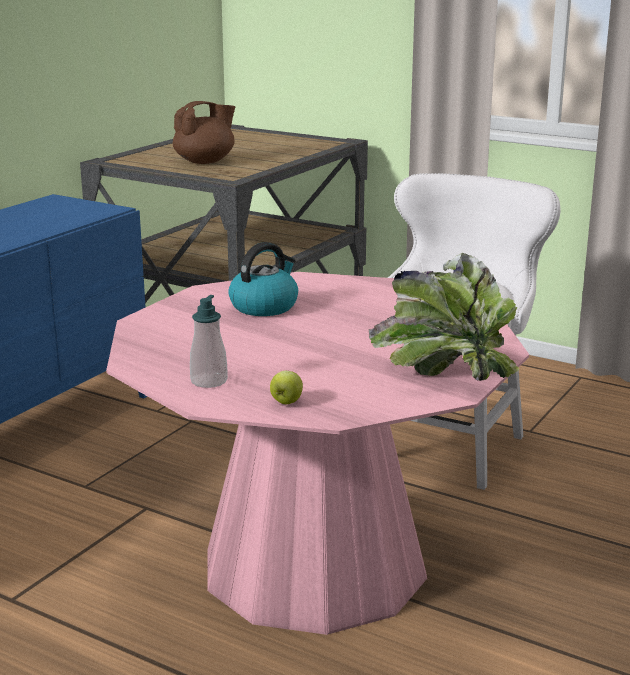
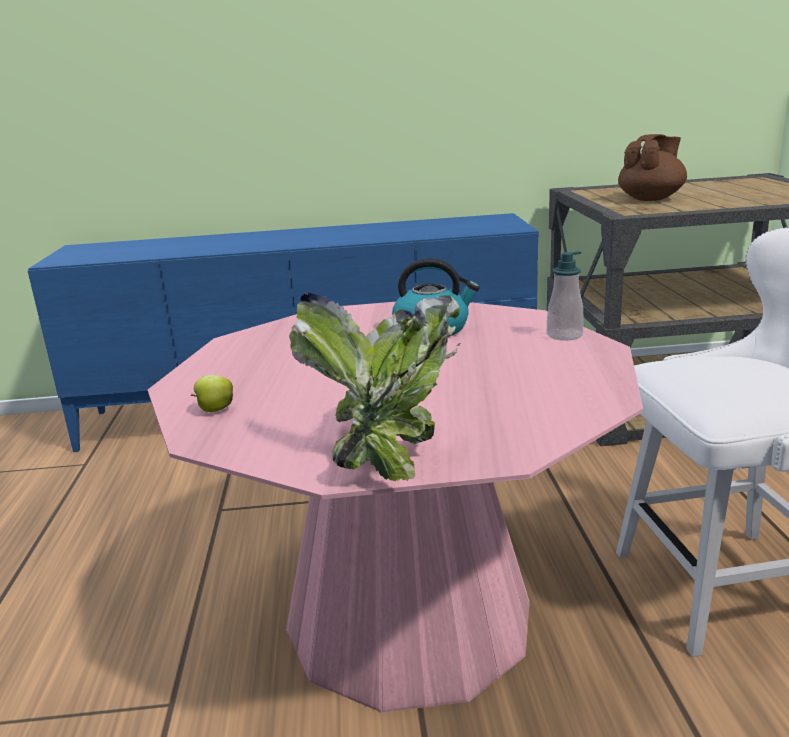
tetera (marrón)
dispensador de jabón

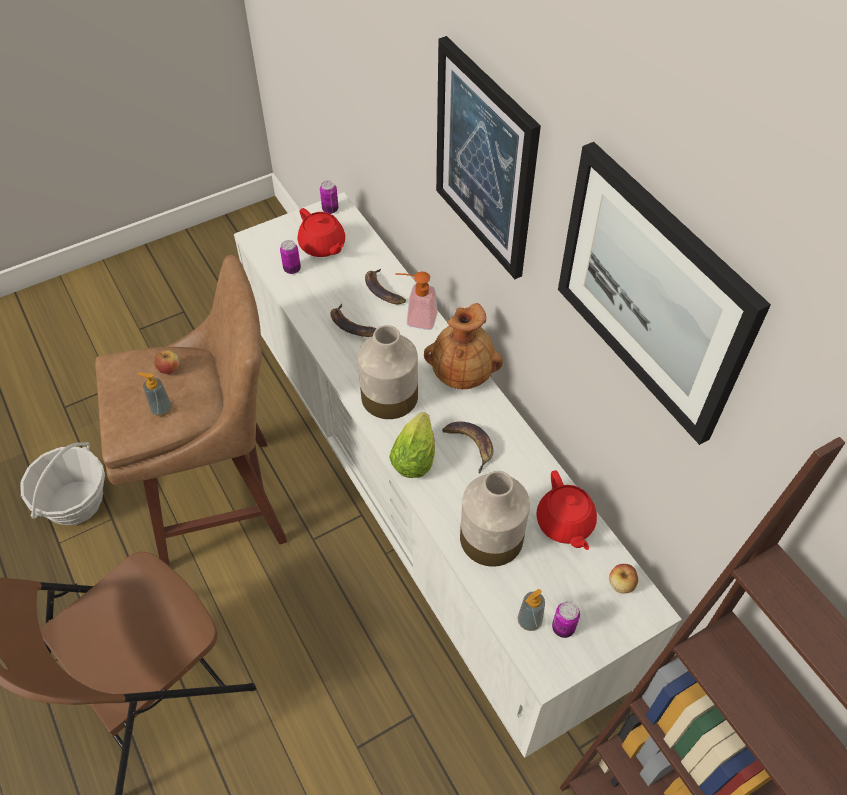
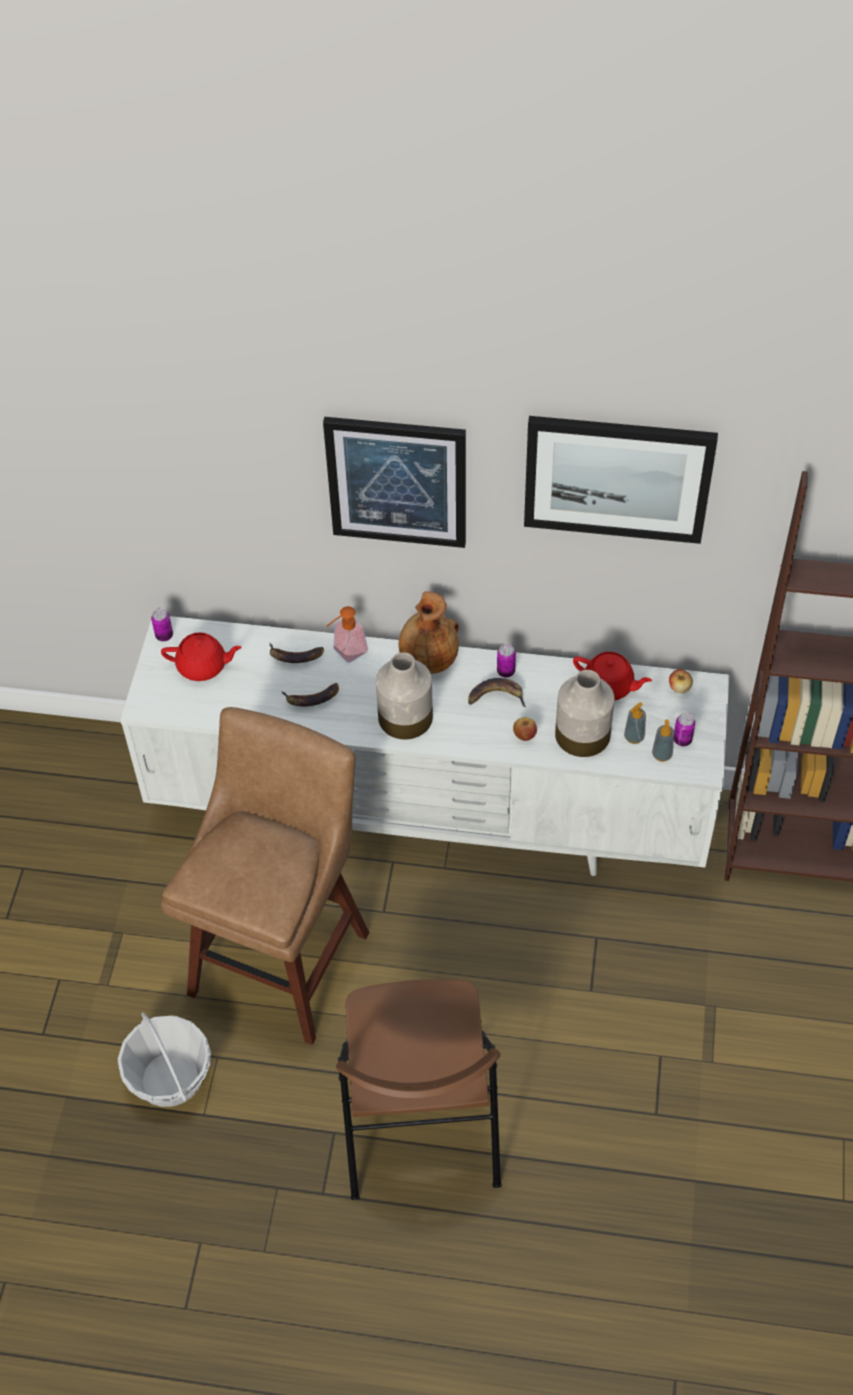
dispensador de jabón (no. 2 from left)
manzana (no. 1 from left)
lata (no. 2 from left)
lechuga

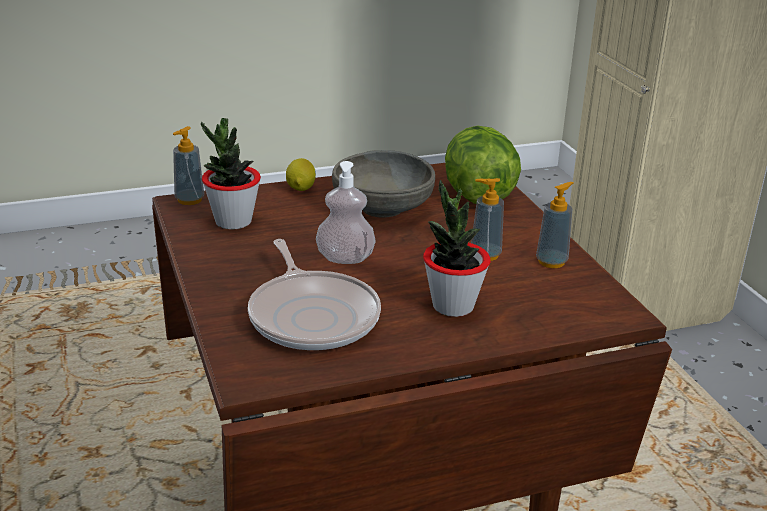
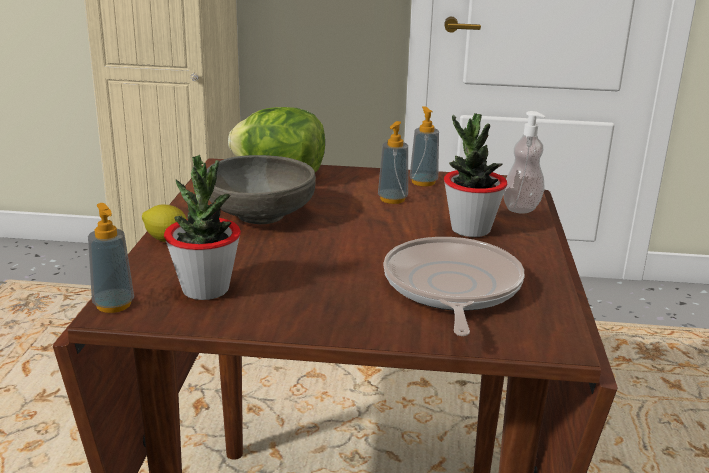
sartén
dispensador de jabón (no. 4 from left)

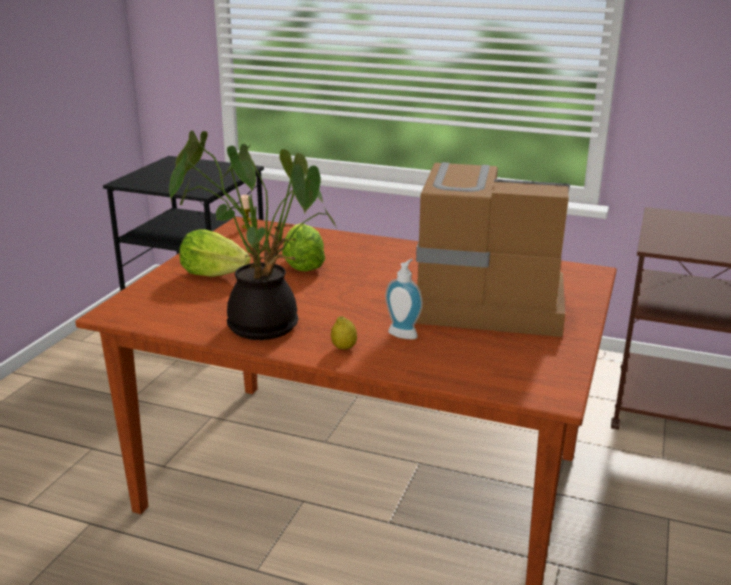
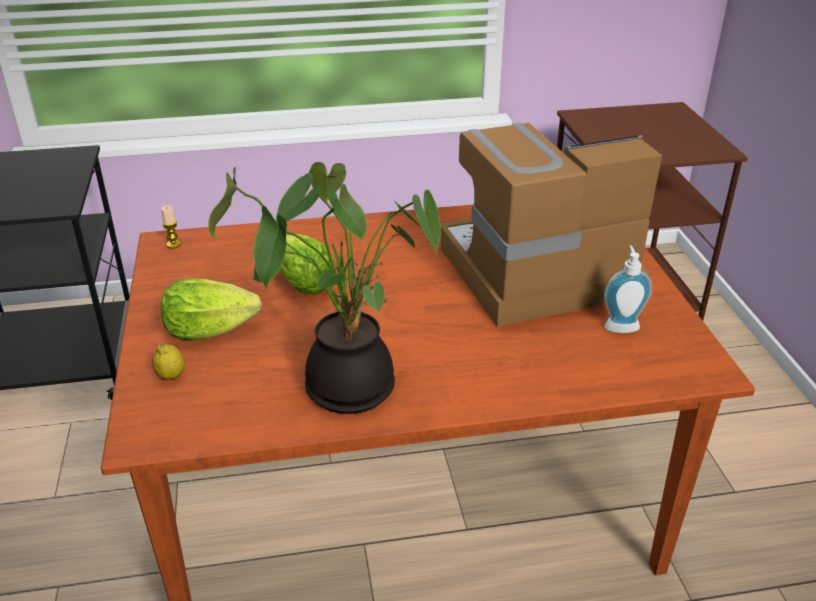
limón
dispensador de jabón

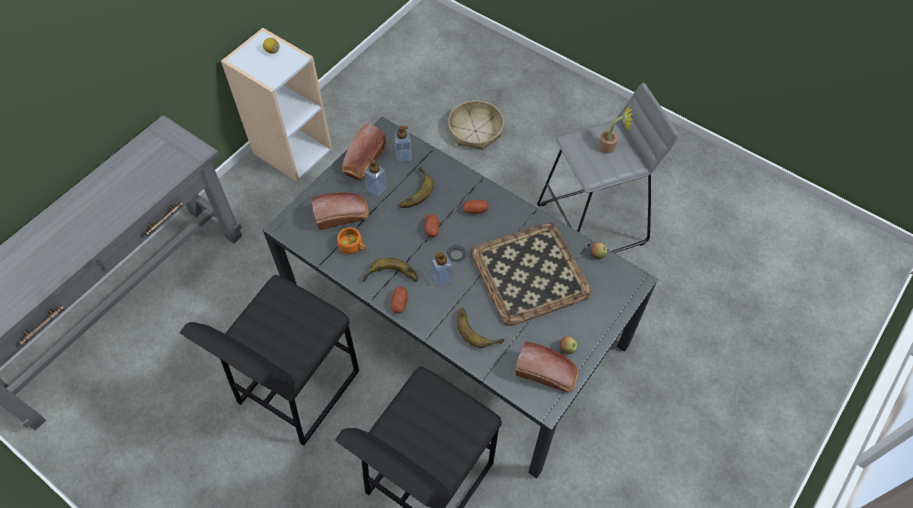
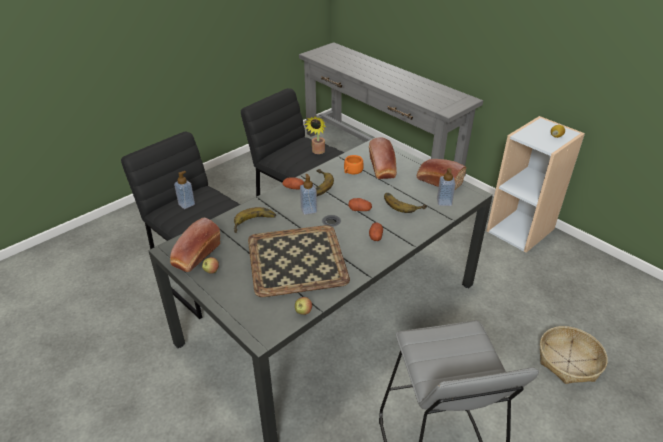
dispensador de jabón (no. 1 from left)
planta en maceta

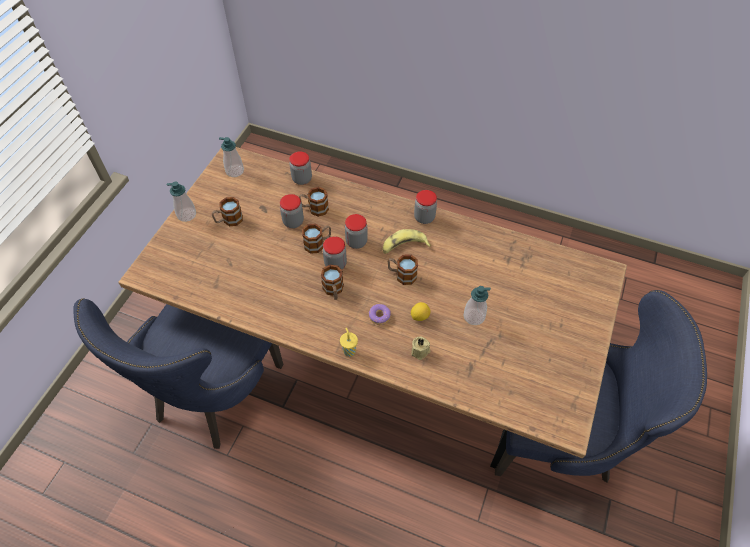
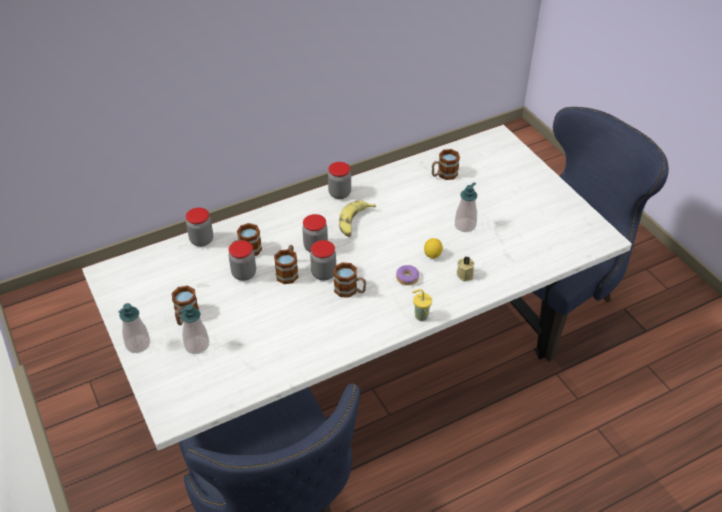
mesa de comedor (blanco)
dispensador de jabón (no. 2 from left)
taza grande (no. 5 from left)

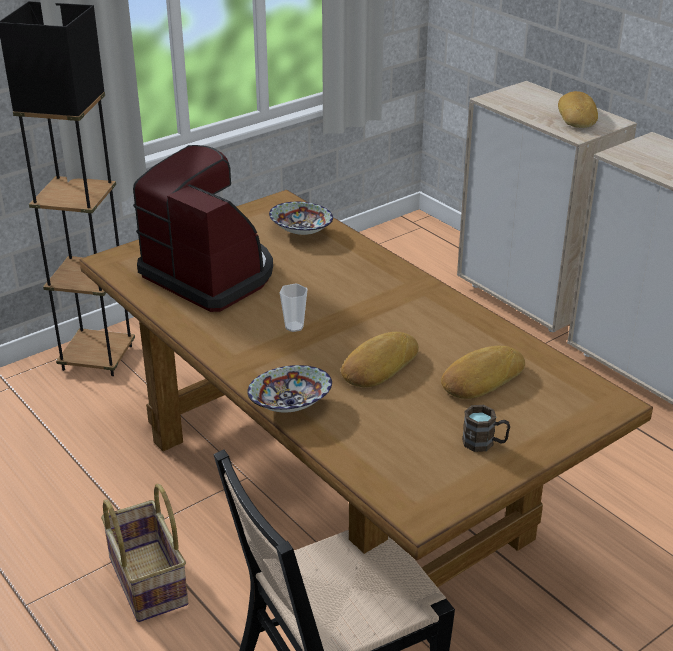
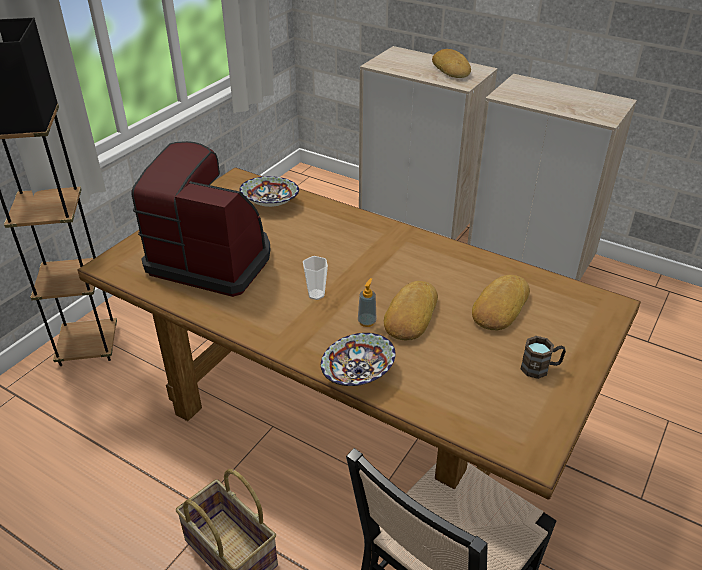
dispensador de jabón

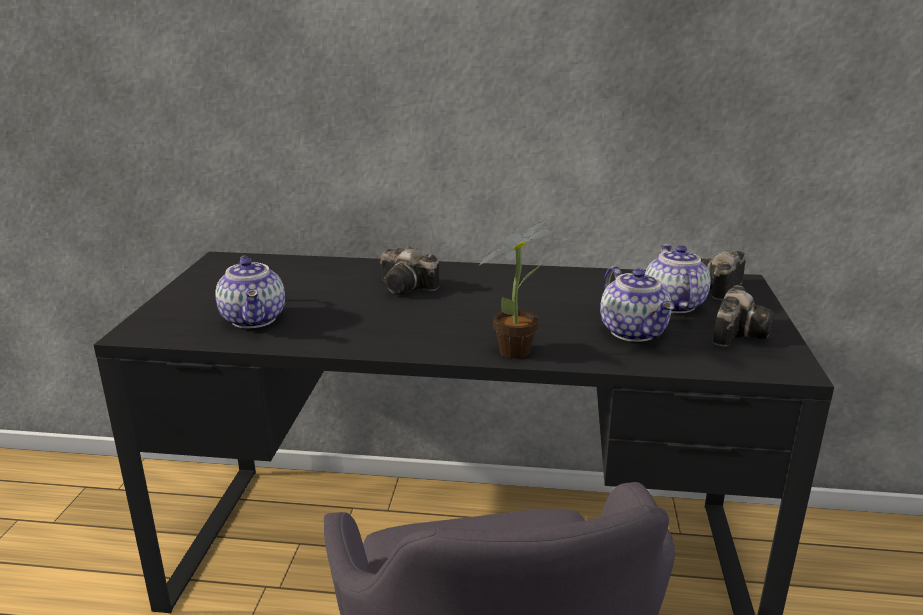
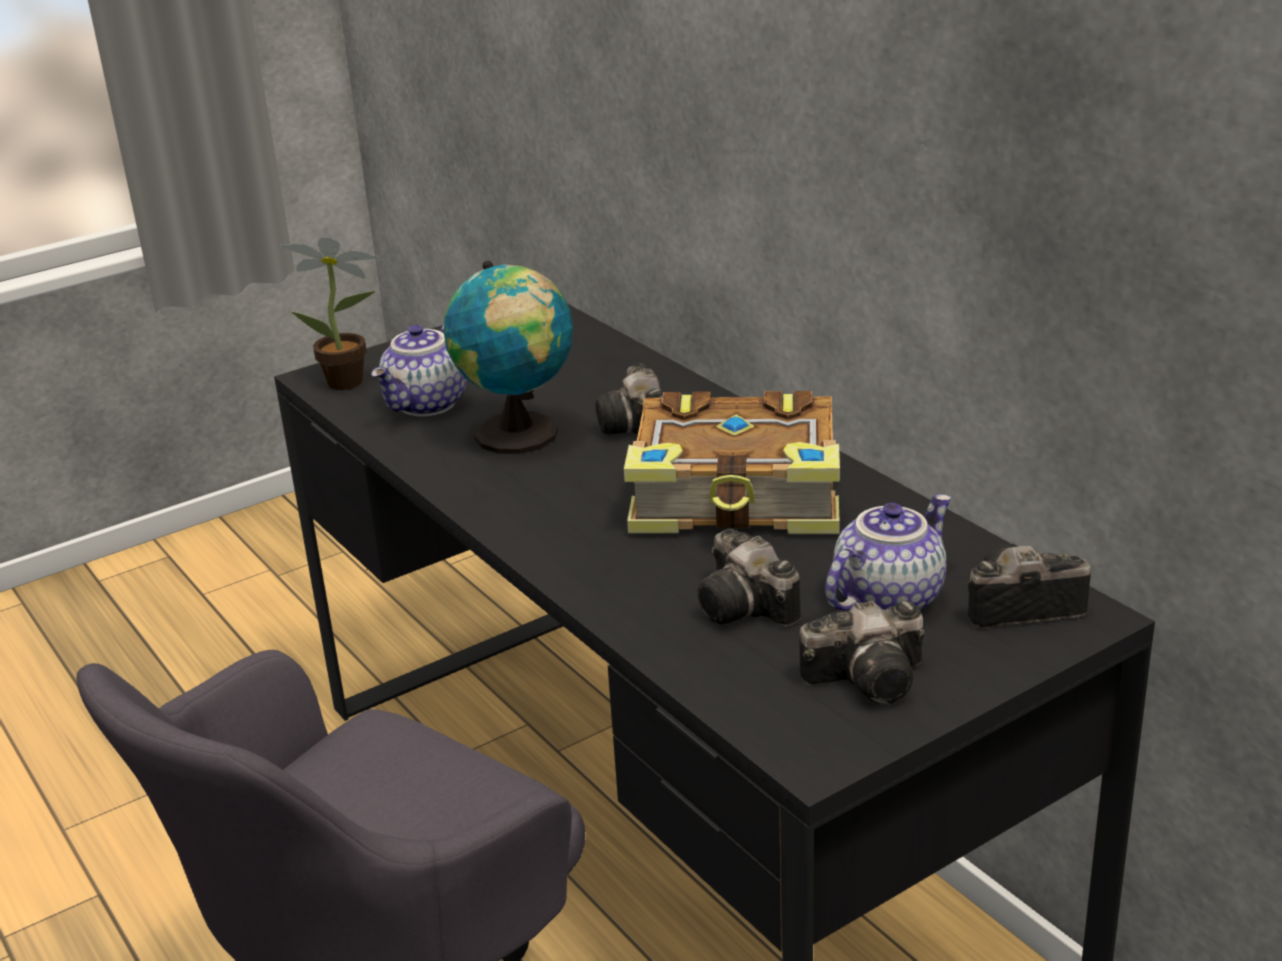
planta en maceta
cámara (no. 2 from left)
globo terráqueo
libro

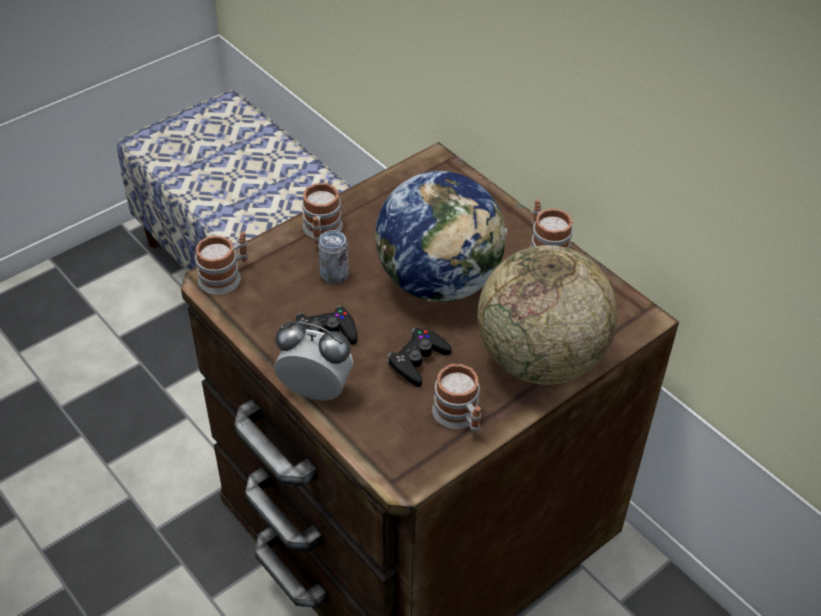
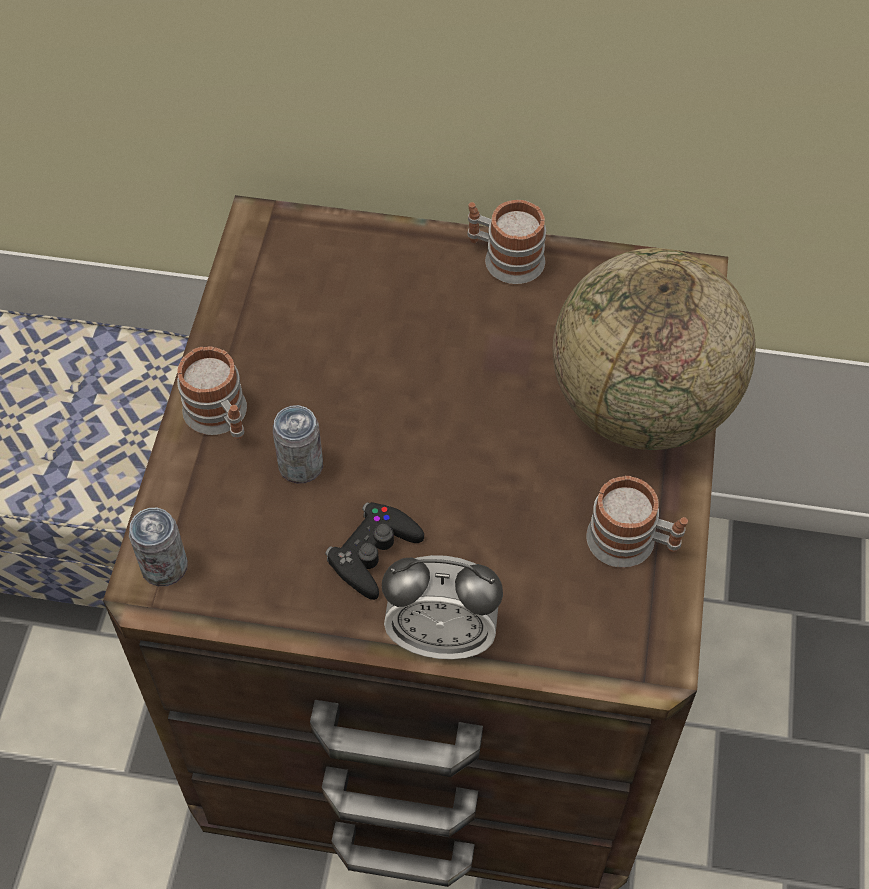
lata (no. 1 from left)
despertador
globo terráqueo (no. 1 from left in the first image)
mando de consola (negro) (no. 2 from left in the first image)

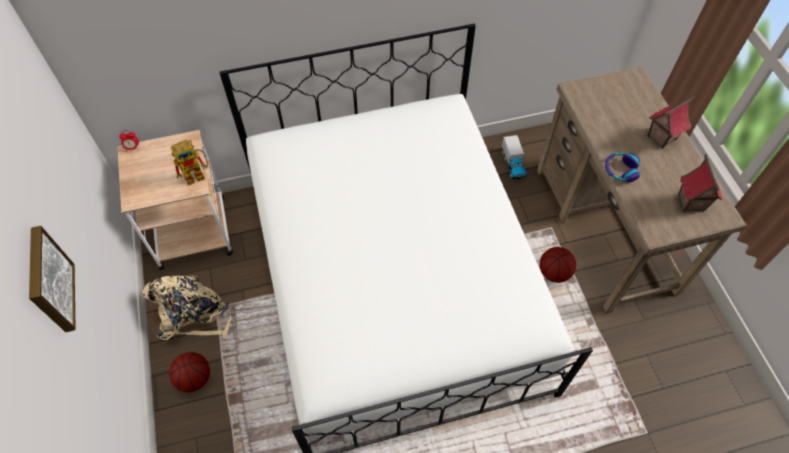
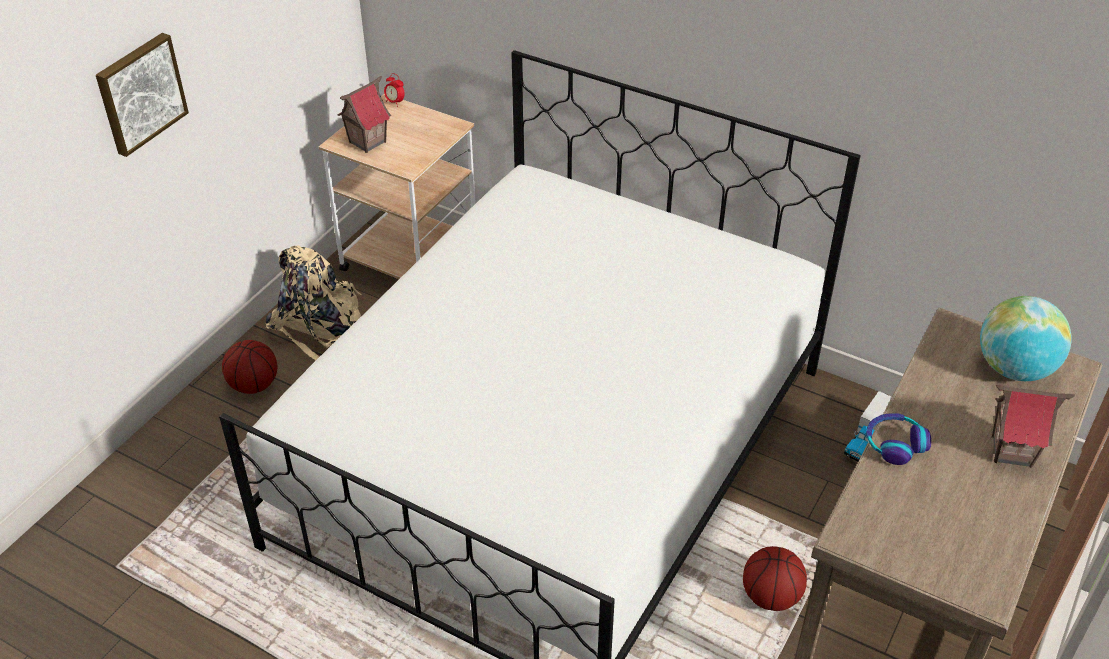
robot de juguete
casita (no. 1 from left)
globo terráqueo

